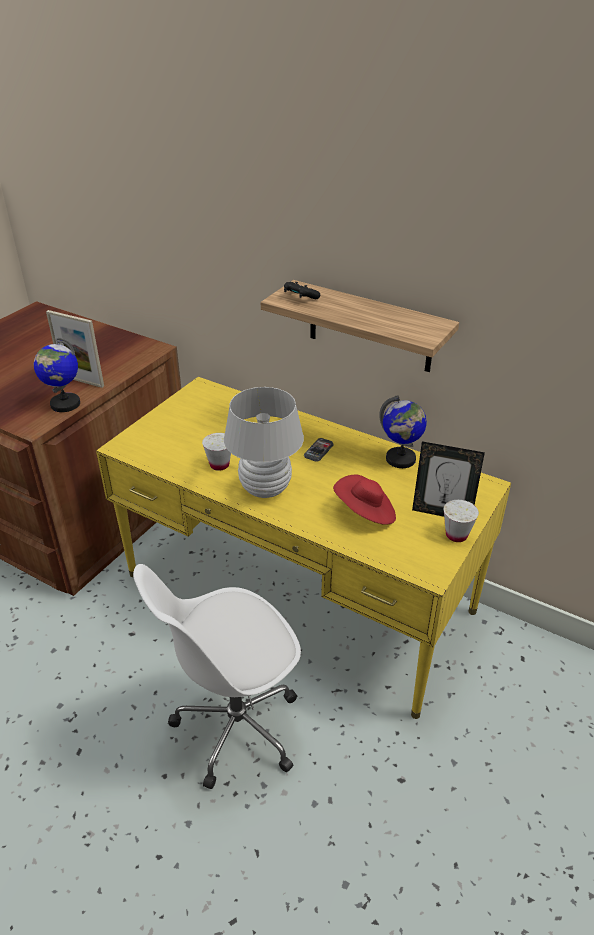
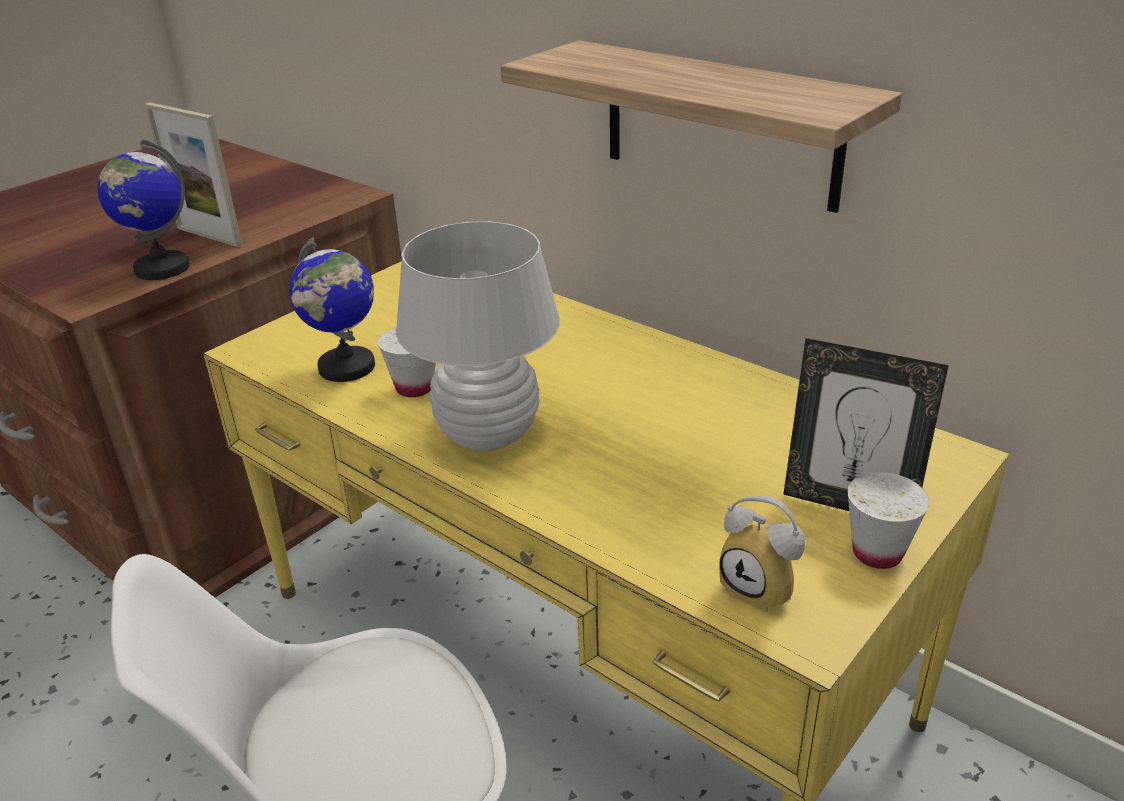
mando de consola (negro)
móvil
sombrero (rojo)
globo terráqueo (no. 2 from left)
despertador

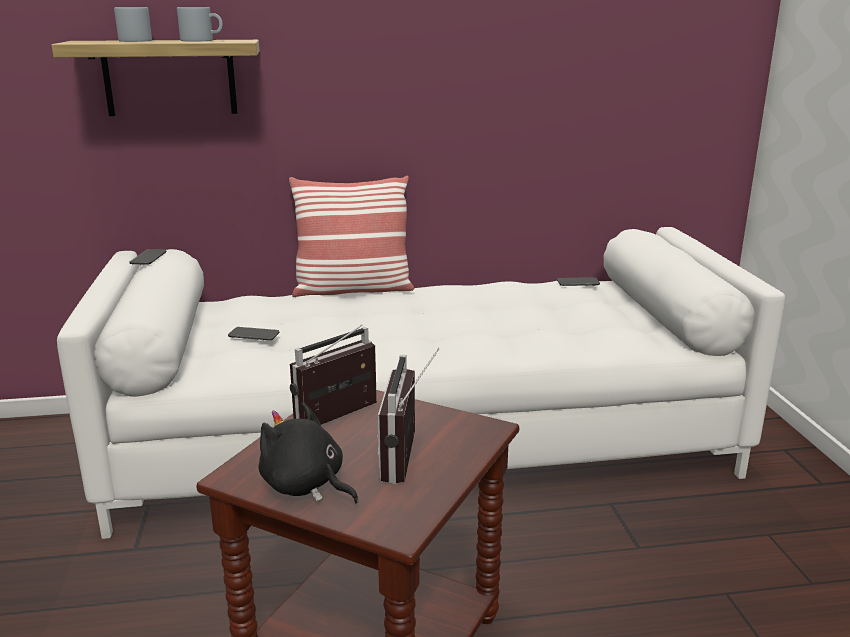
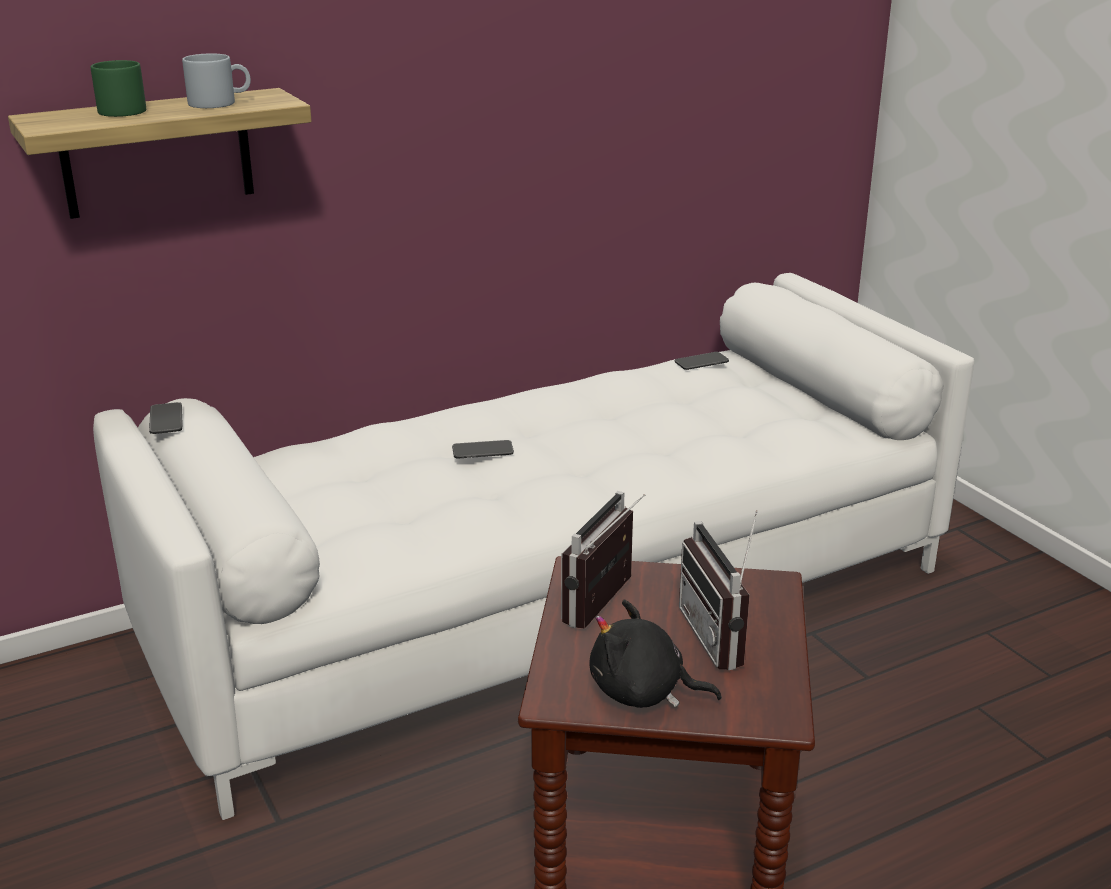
taza grande (verde)
móvil (no. 2 from left)
cojín

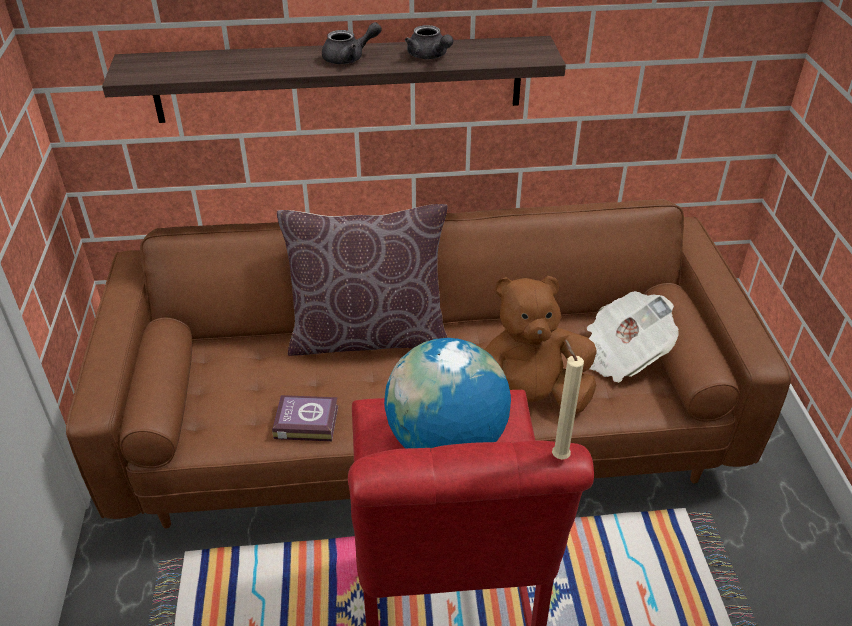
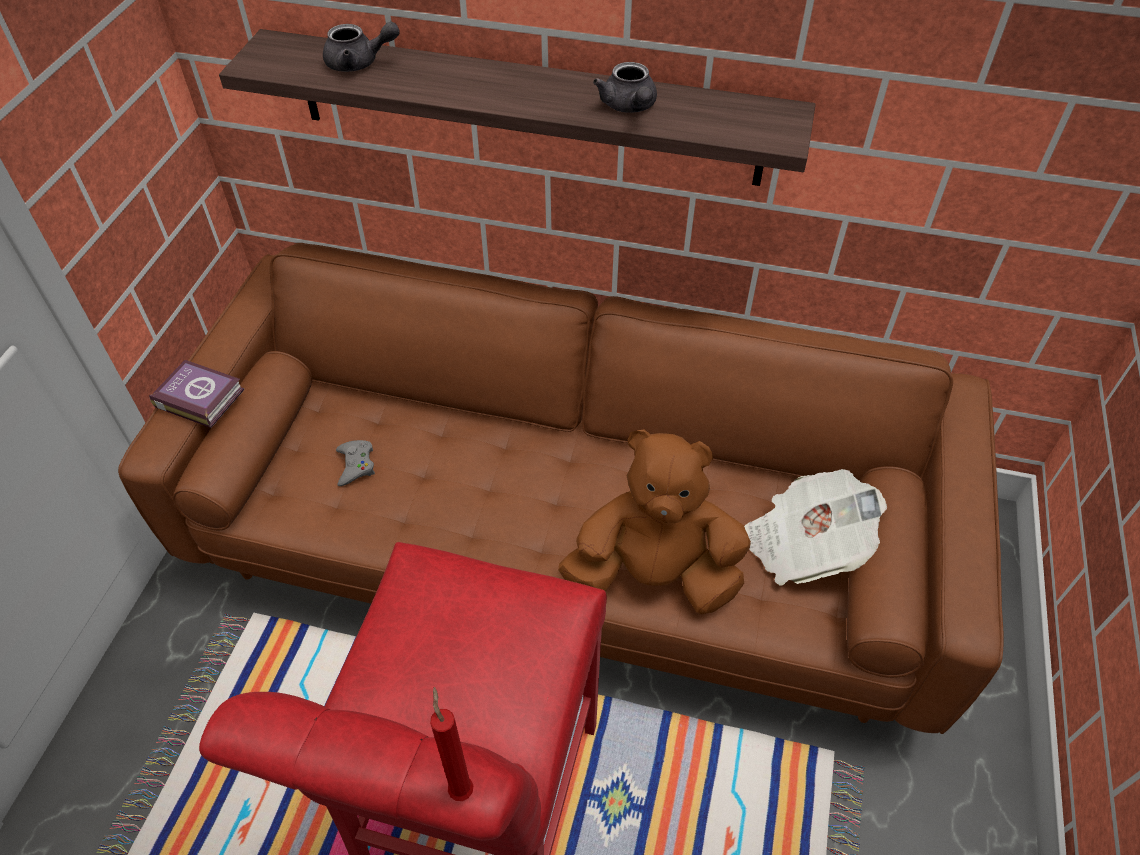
libro
cojín (marrón)
tetera (gris) (no. 1 from left)
globo terráqueo
vela (rojo)
mando de consola (gris)

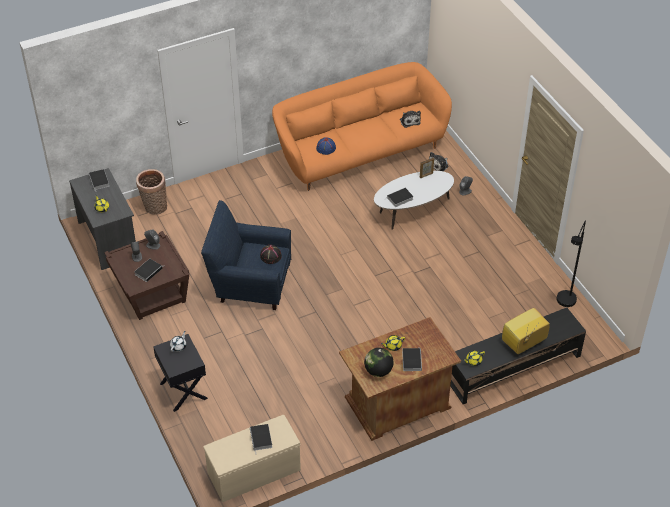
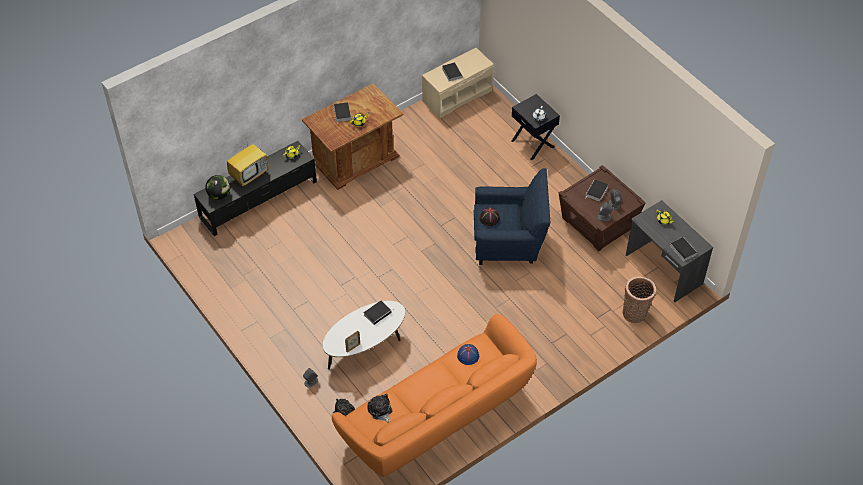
globo terráqueo
lámpara de pie (negro)

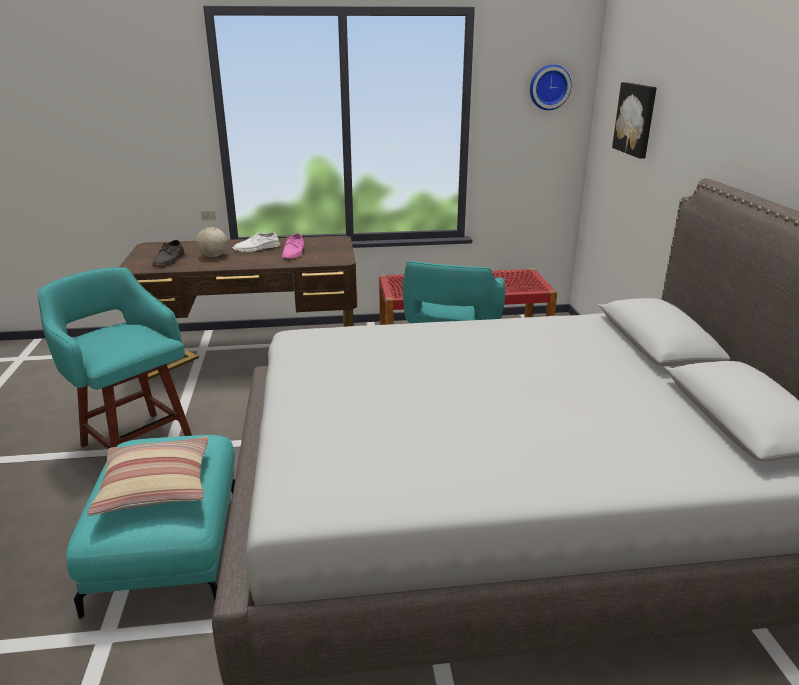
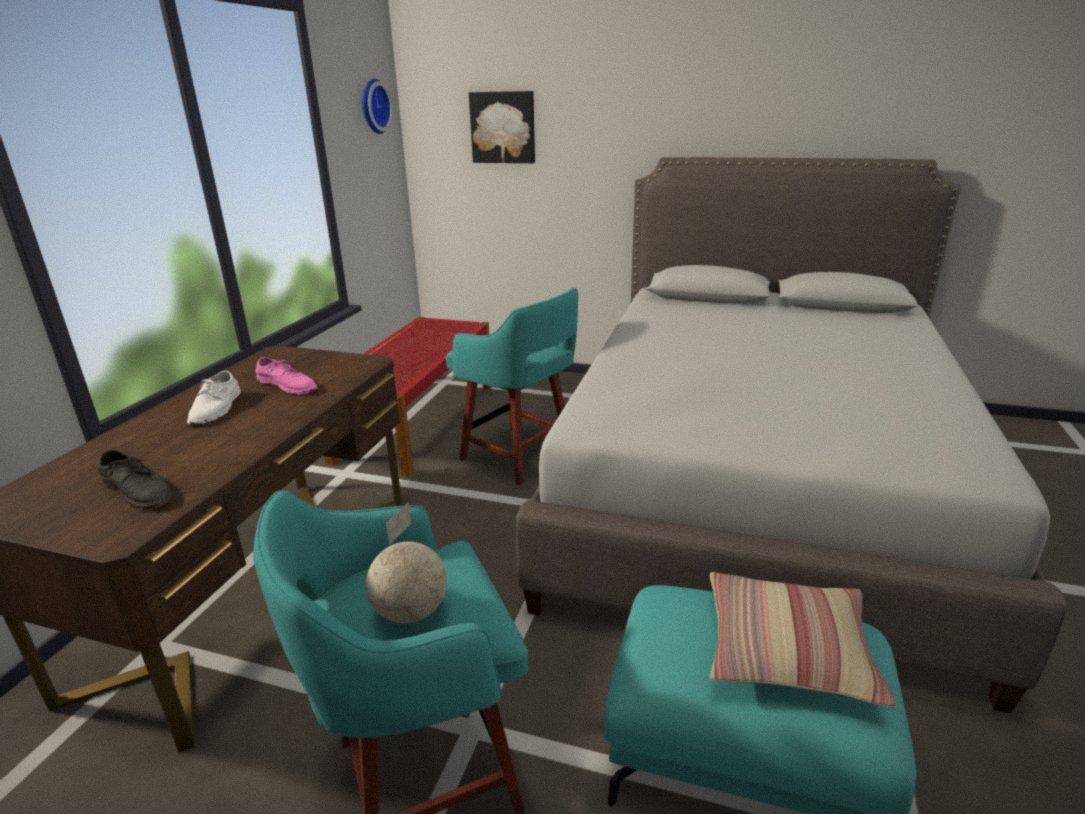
globo terráqueo

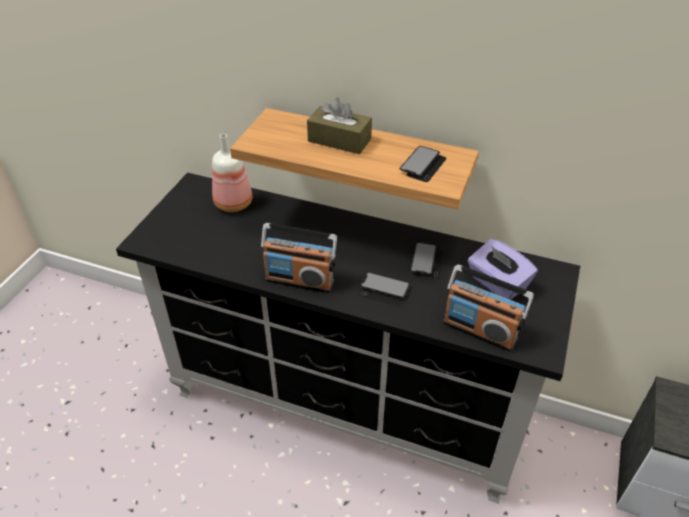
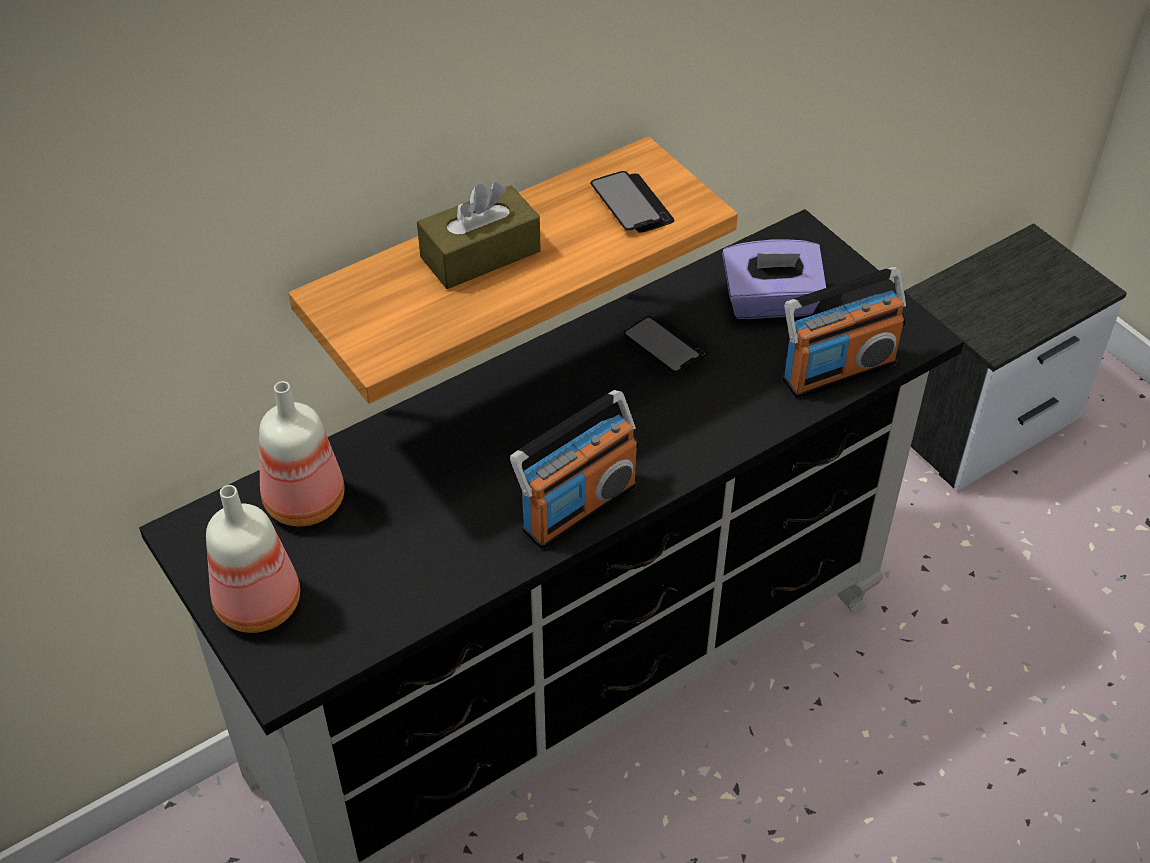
móvil (no. 1 from left in the first image)
botella (no. 1 from left)

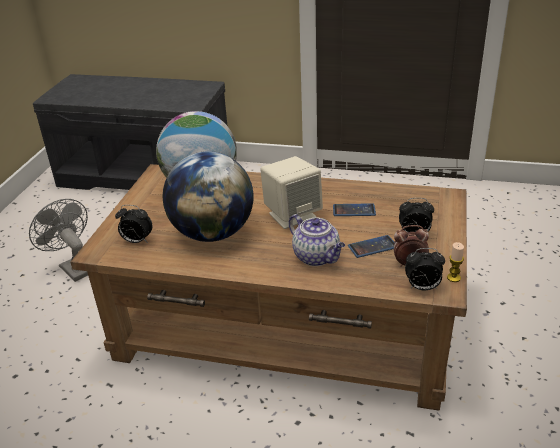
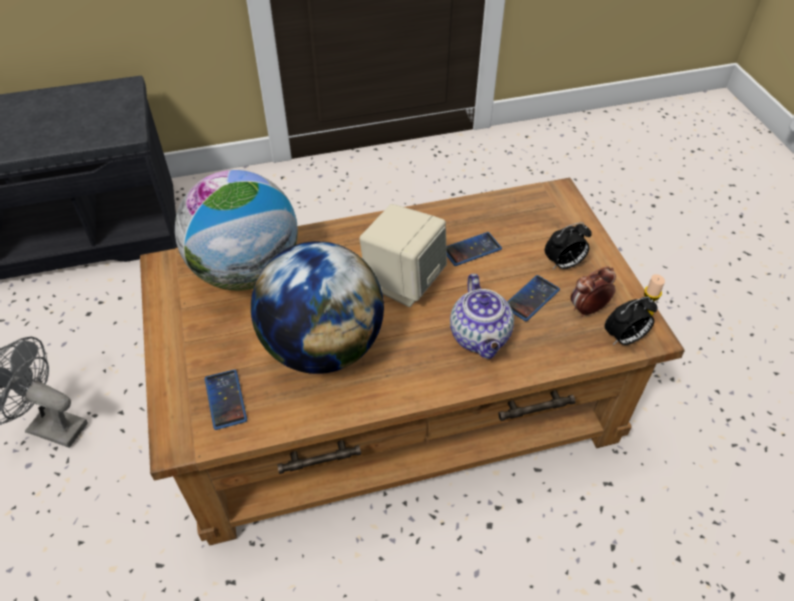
móvil (no. 1 from left)
tetera

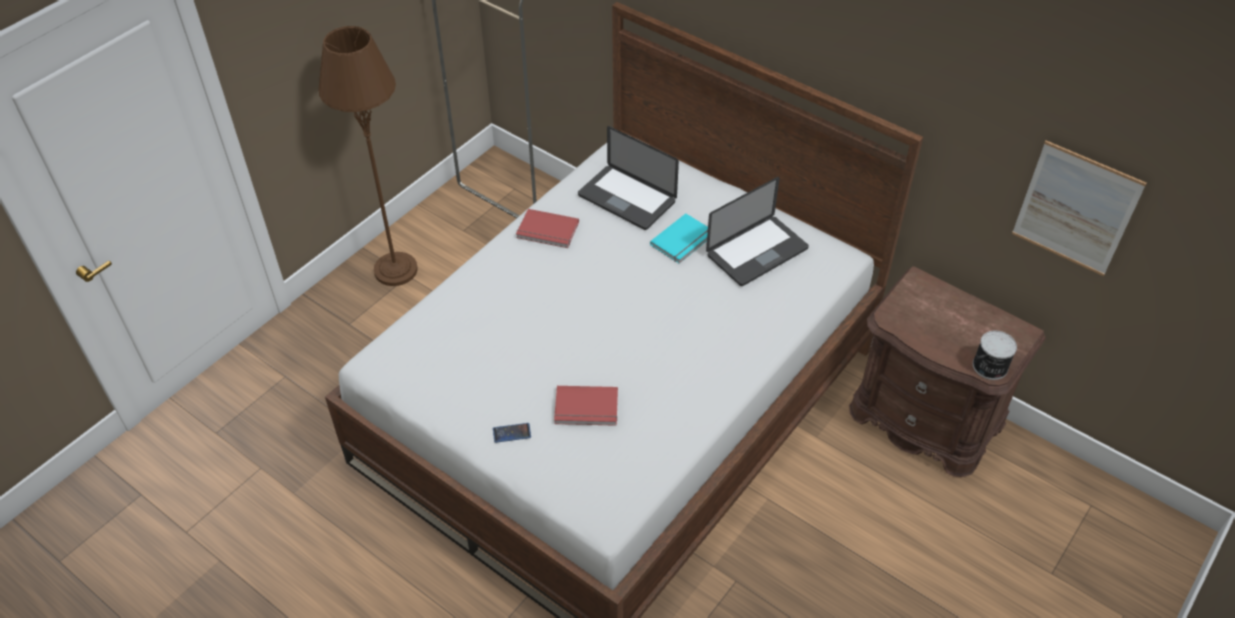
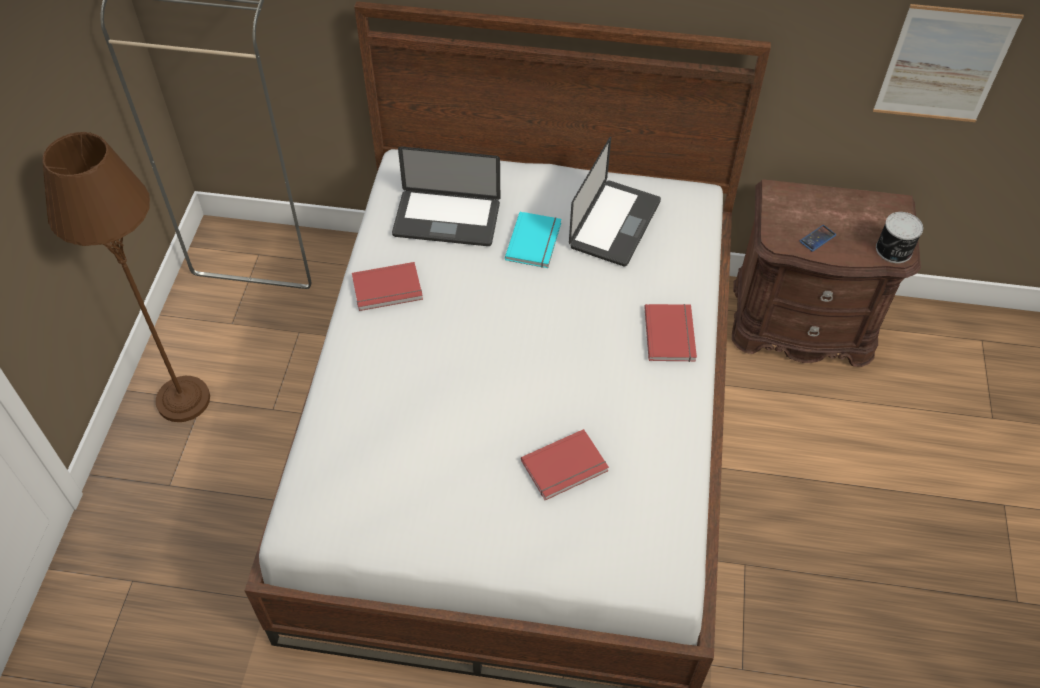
móvil
libro (rojo) (no. 3 from left)

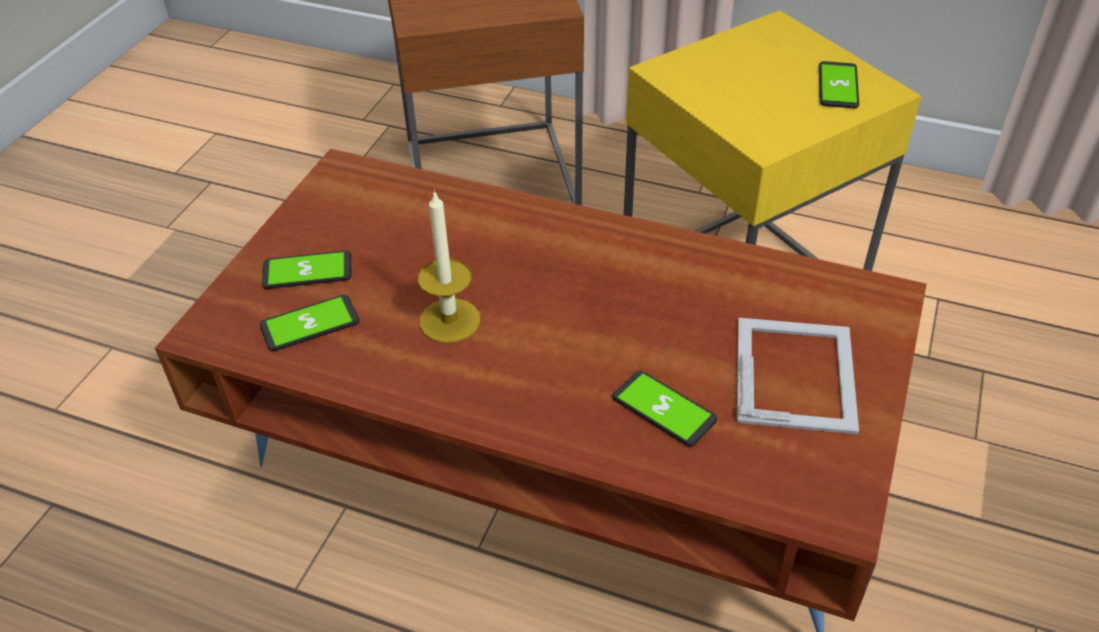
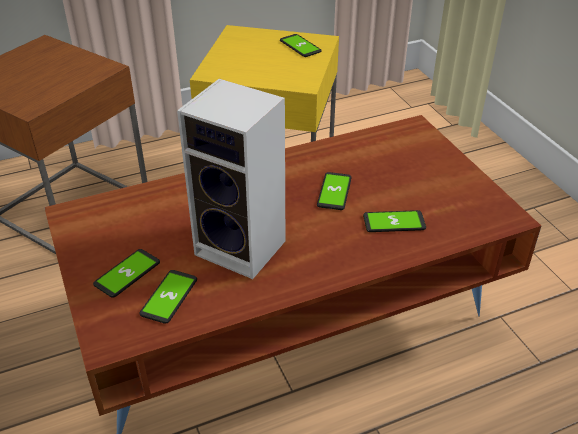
altavoz
portarretratos
móvil (no. 4 from left)

